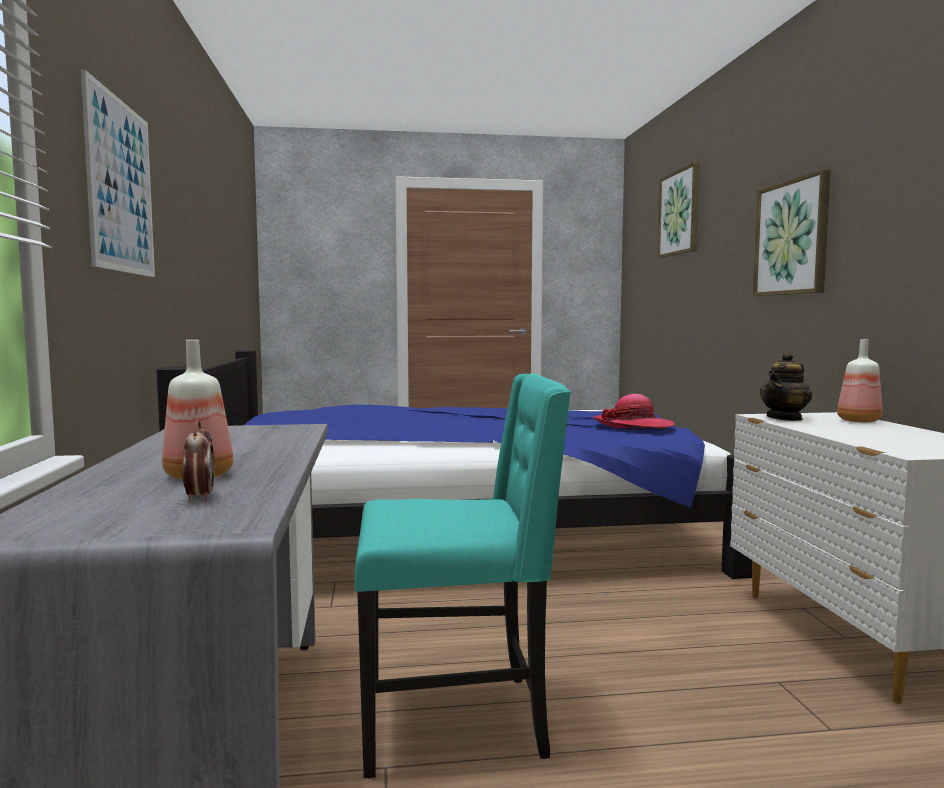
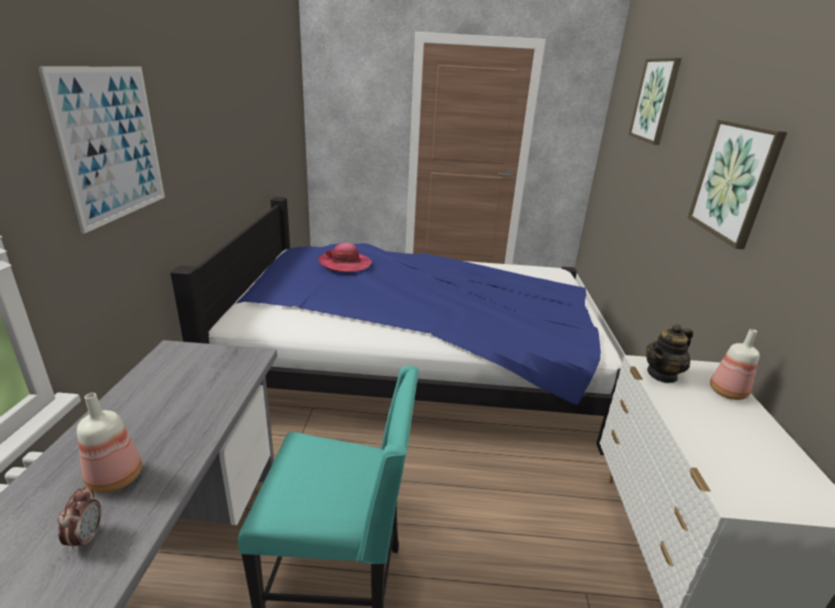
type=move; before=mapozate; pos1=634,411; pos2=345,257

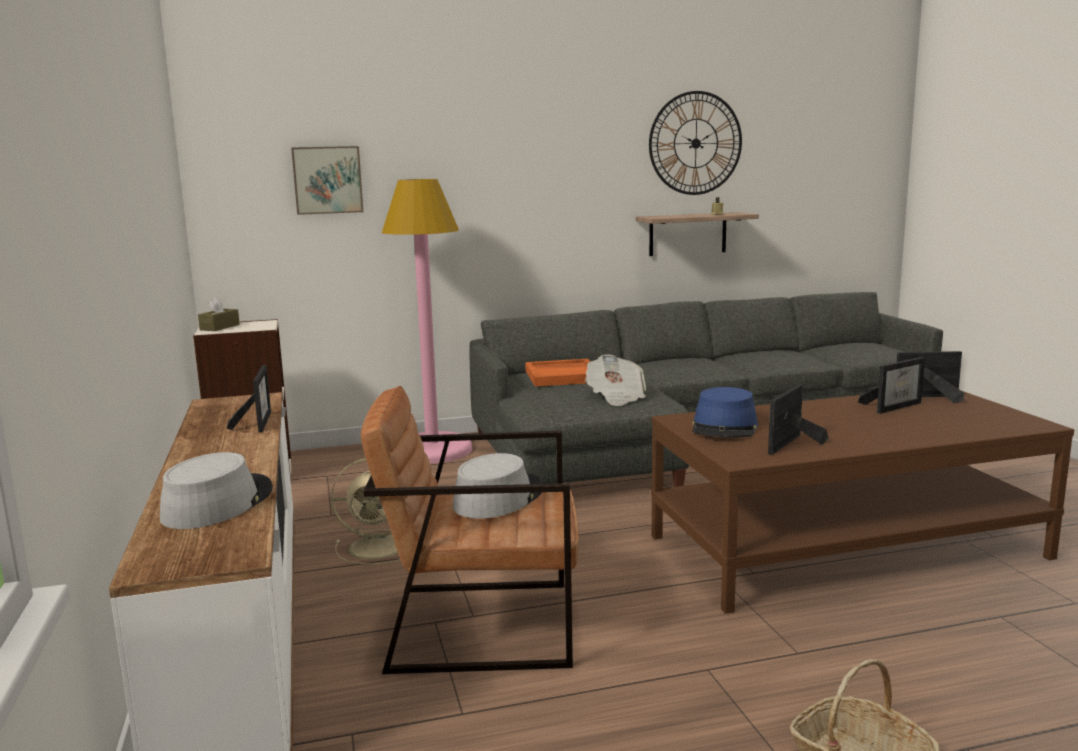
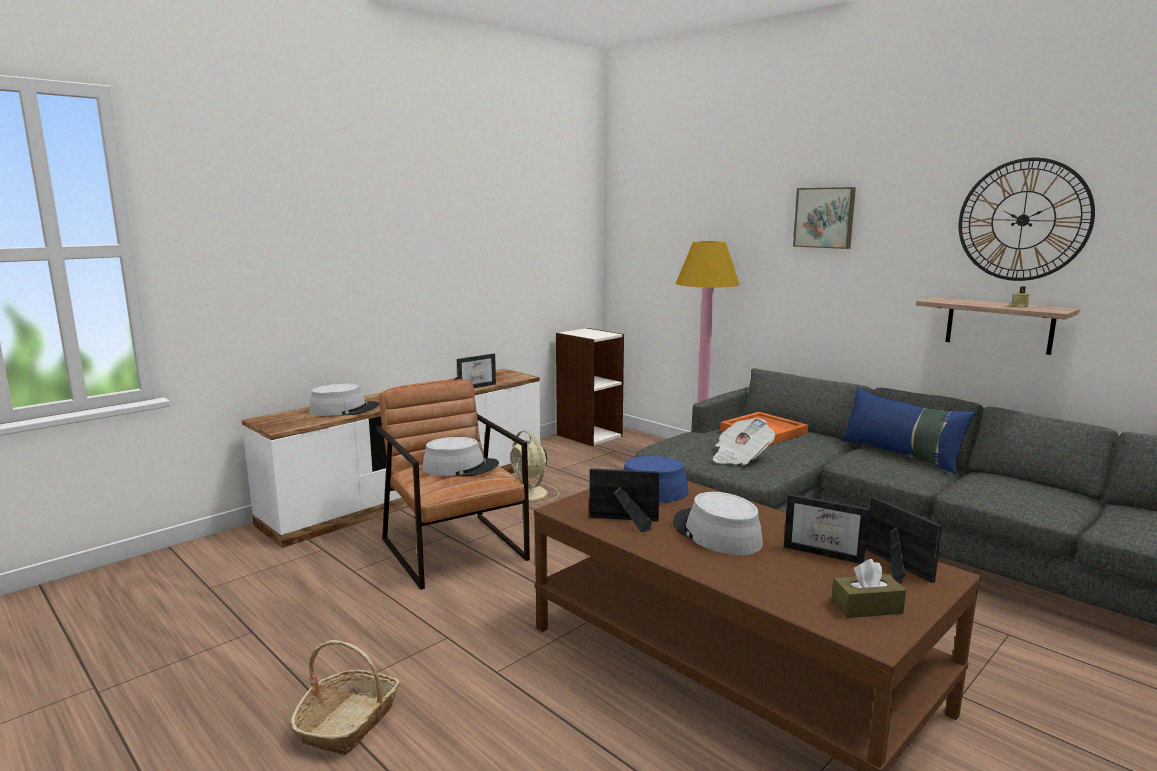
type=insert; after=grey mapozate; pos2=718,523
type=move; before=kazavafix; pos1=327,180; pos2=824,218
type=move; before=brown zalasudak; pos1=219,313; pos2=868,588
type=insert; after=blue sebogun; pos2=908,430

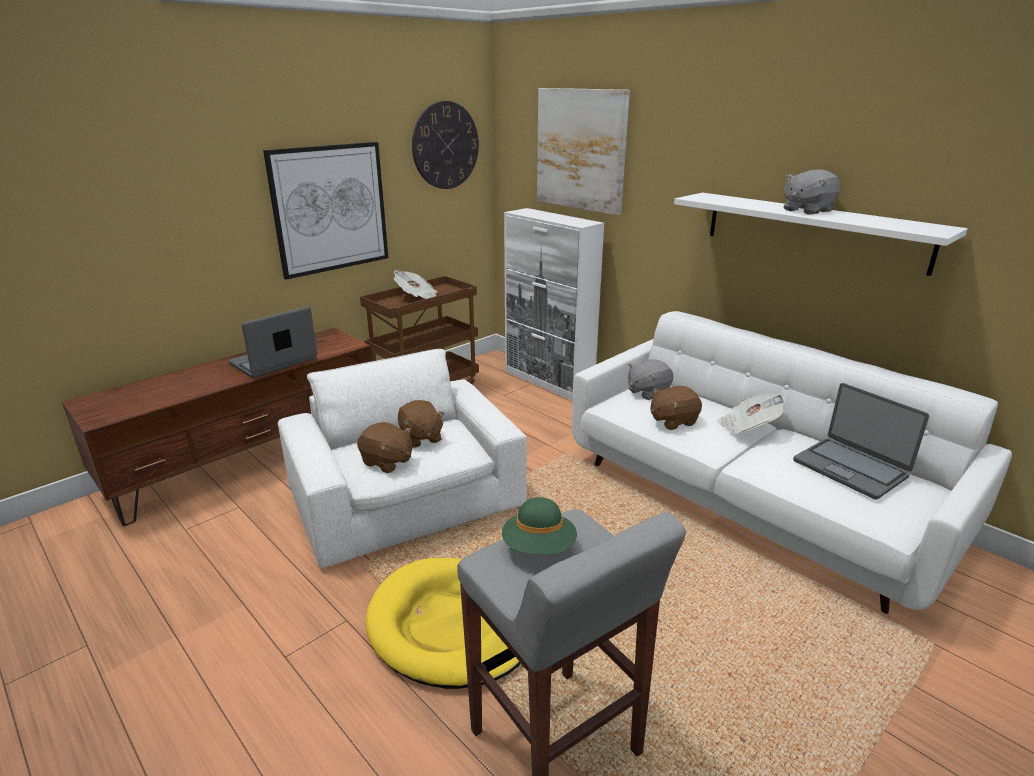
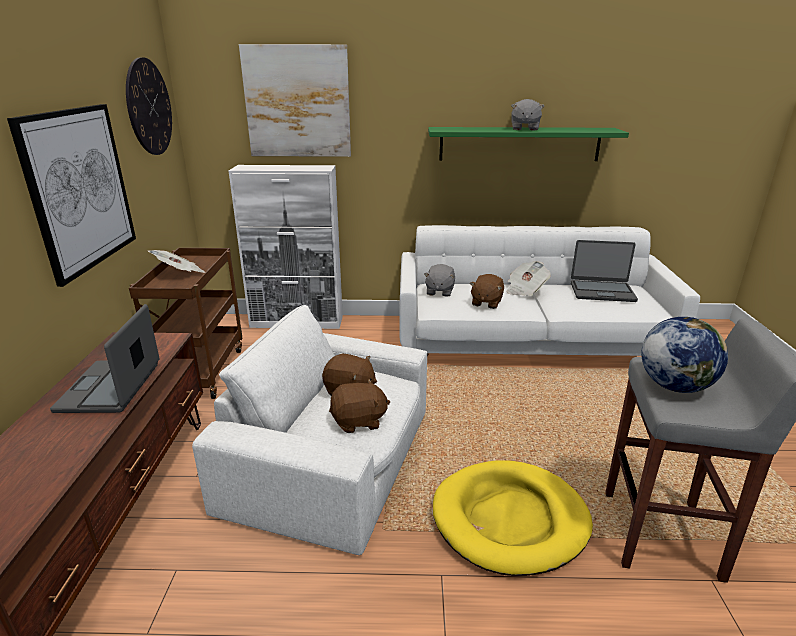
type=recolor; before=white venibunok; after=green venibunok; pos1=821,234; pos2=528,144
type=replace; before=green mapozate; after=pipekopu; pos1=539,526; pos2=684,355

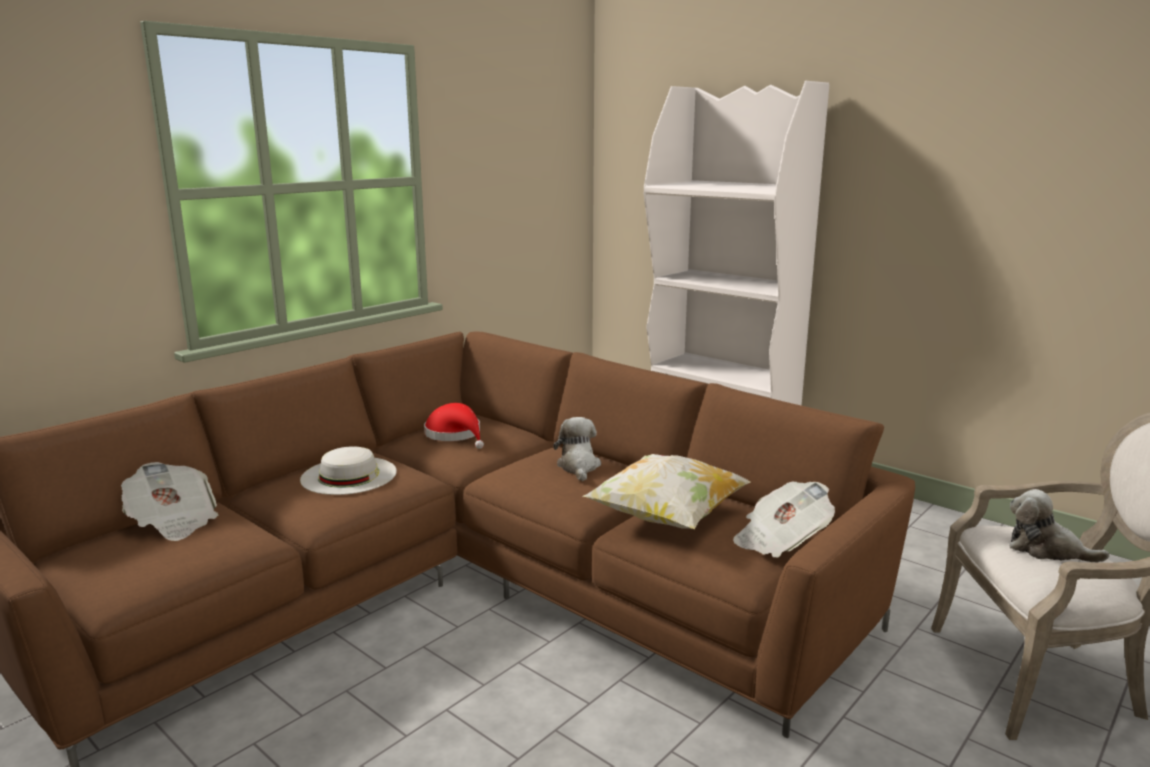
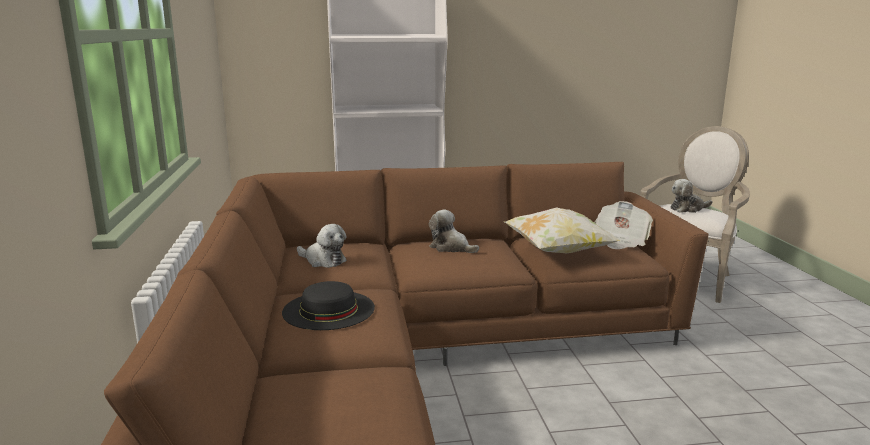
type=recolor; before=white mapozate; after=black mapozate; pos1=348,470; pos2=328,305
type=replace; before=red mapozate; after=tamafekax; pos1=454,426; pos2=322,246
type=delete; before=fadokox; pos1=169,501

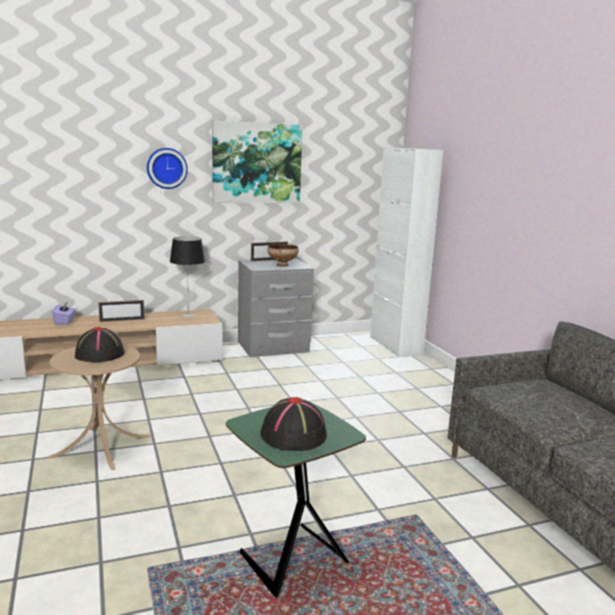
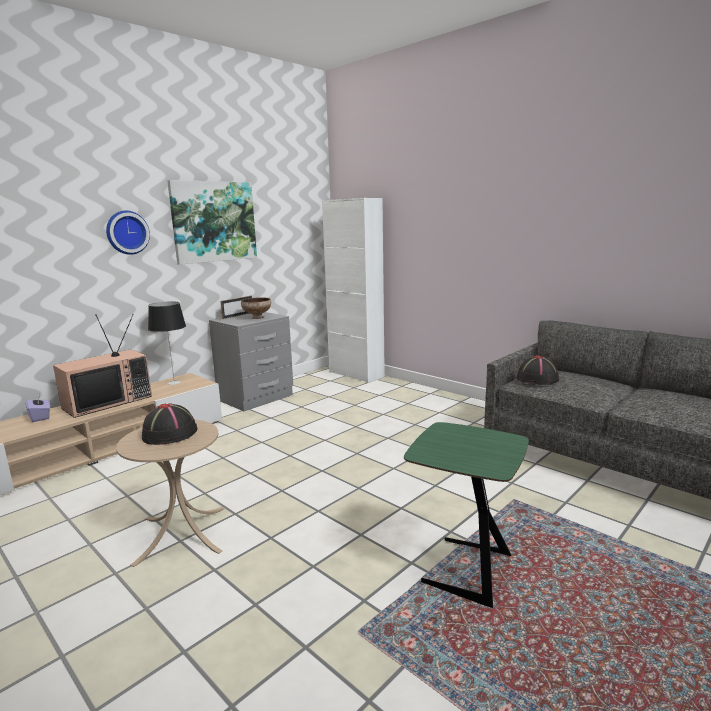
type=replace; before=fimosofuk; after=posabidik; pos1=121,311; pos2=102,366
type=move; before=black mapozate; pos1=293,424; pos2=538,370

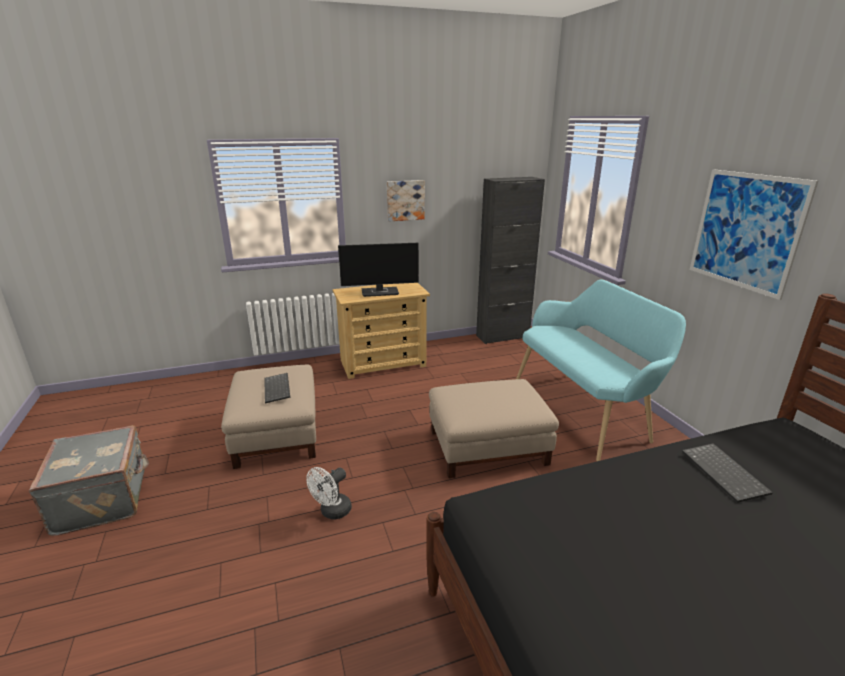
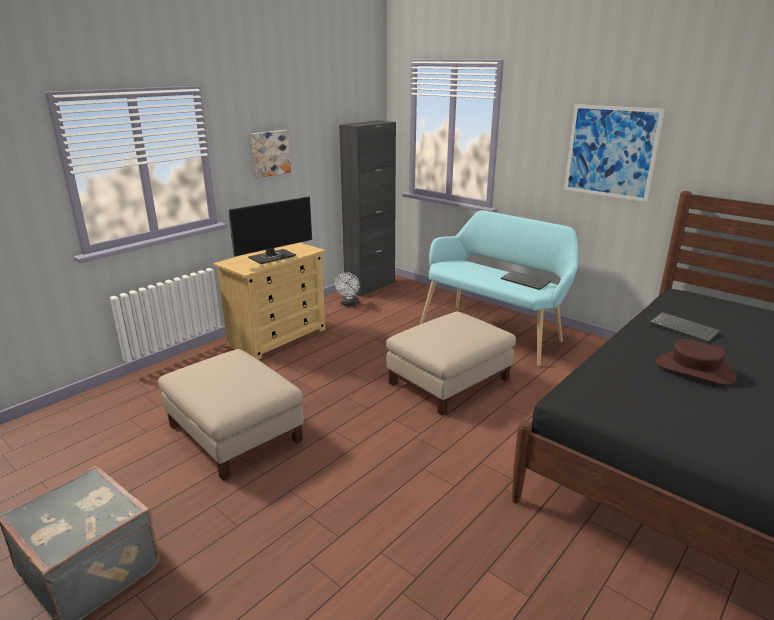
type=move; before=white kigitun; pos1=329,493; pos2=347,289
type=move; before=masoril; pos1=277,388; pos2=526,280
type=insert; after=brown mapozate; pos2=696,362

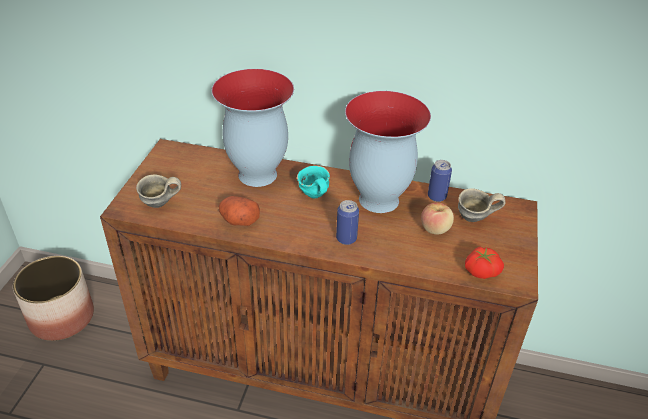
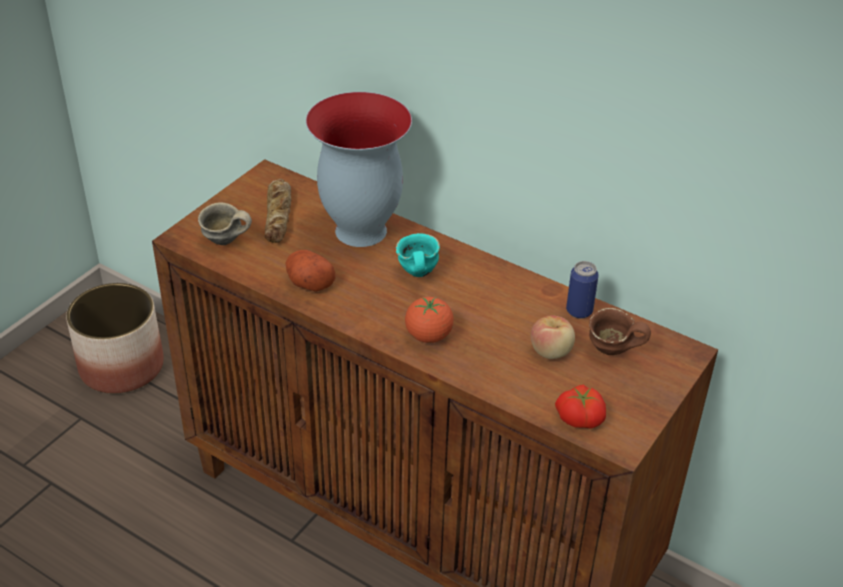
type=insert; after=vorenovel; pos2=278,211
type=replace; before=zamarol; after=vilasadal; pos1=347,222; pos2=429,320
type=recolor; before=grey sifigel; after=brown sifigel; pos1=482,205; pos2=620,331
type=delete; before=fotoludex; pos1=388,152

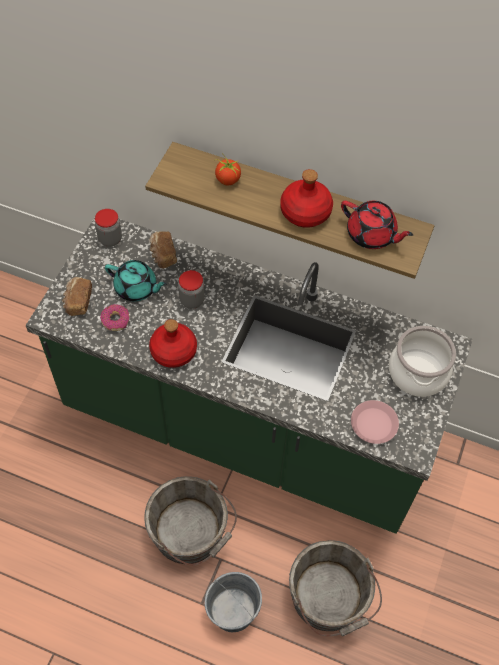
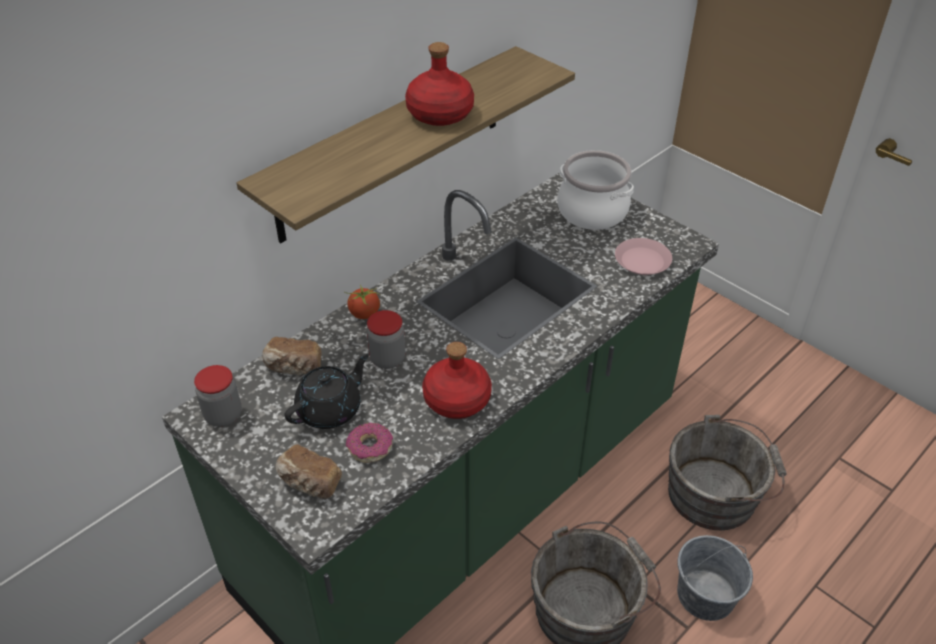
type=recolor; before=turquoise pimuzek; after=black pimuzek; pos1=136,280; pos2=326,391
type=move; before=vilasadal; pos1=228,169; pos2=362,302
type=delete; before=red pimuzek; pos1=377,225

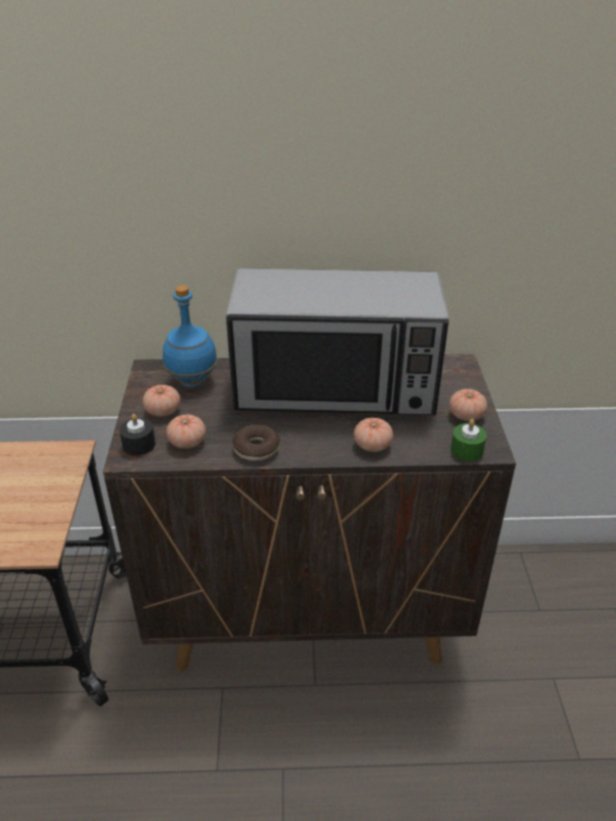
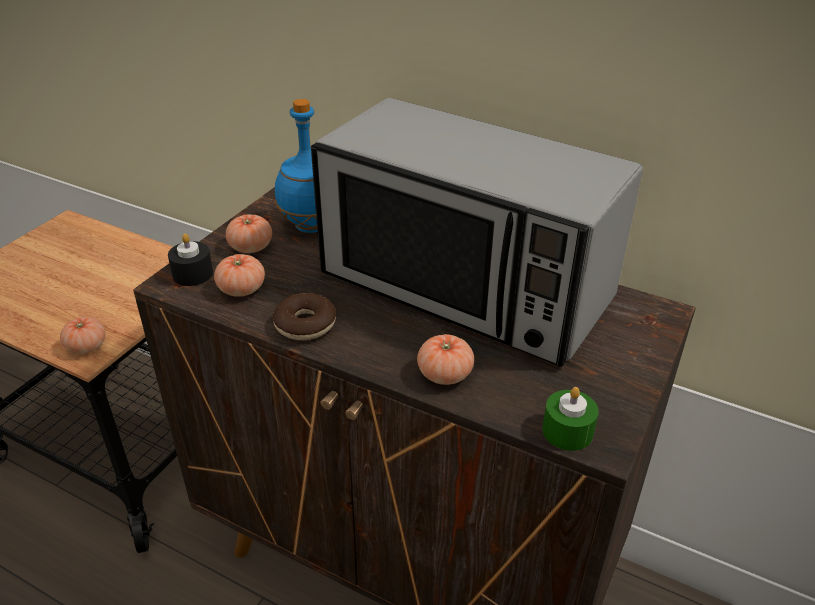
type=move; before=vilasadal; pos1=468,405; pos2=83,335

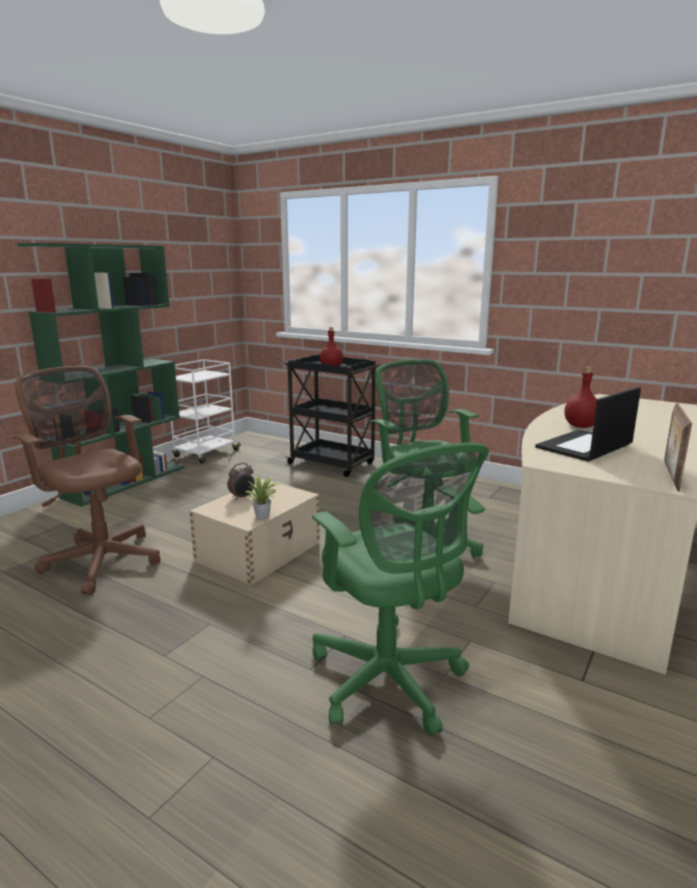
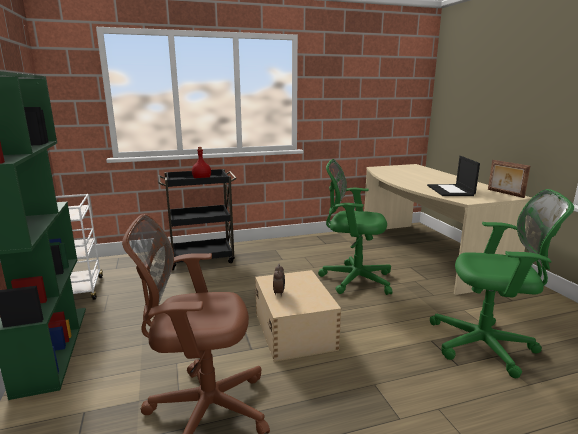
type=delete; before=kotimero; pos1=262,497
type=delete; before=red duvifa; pos1=580,397

